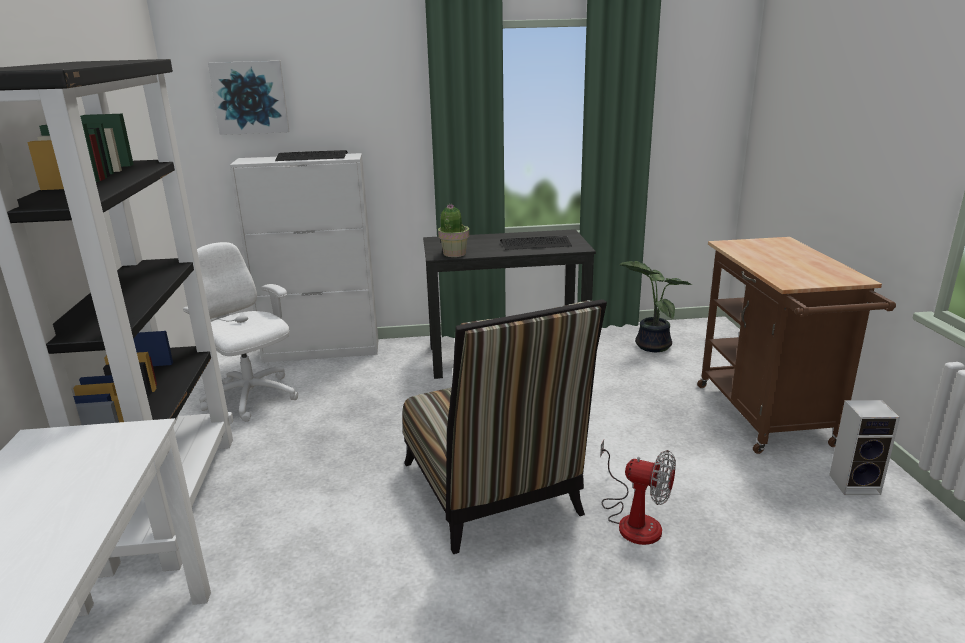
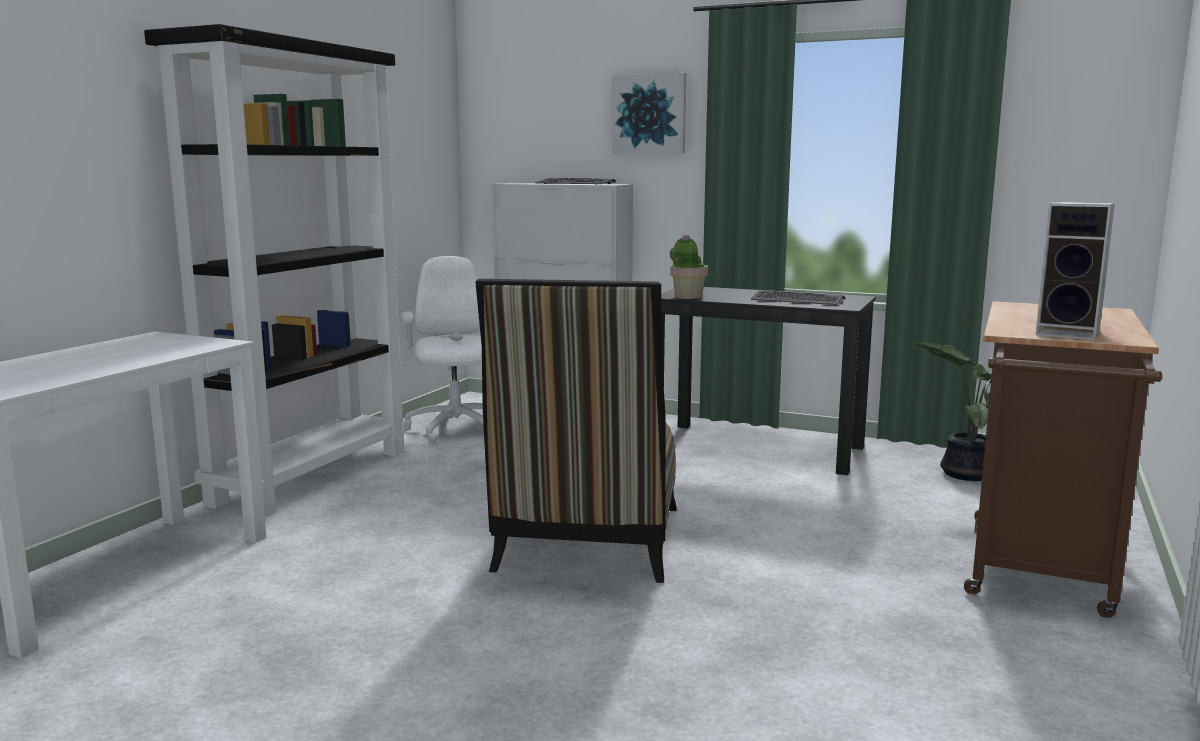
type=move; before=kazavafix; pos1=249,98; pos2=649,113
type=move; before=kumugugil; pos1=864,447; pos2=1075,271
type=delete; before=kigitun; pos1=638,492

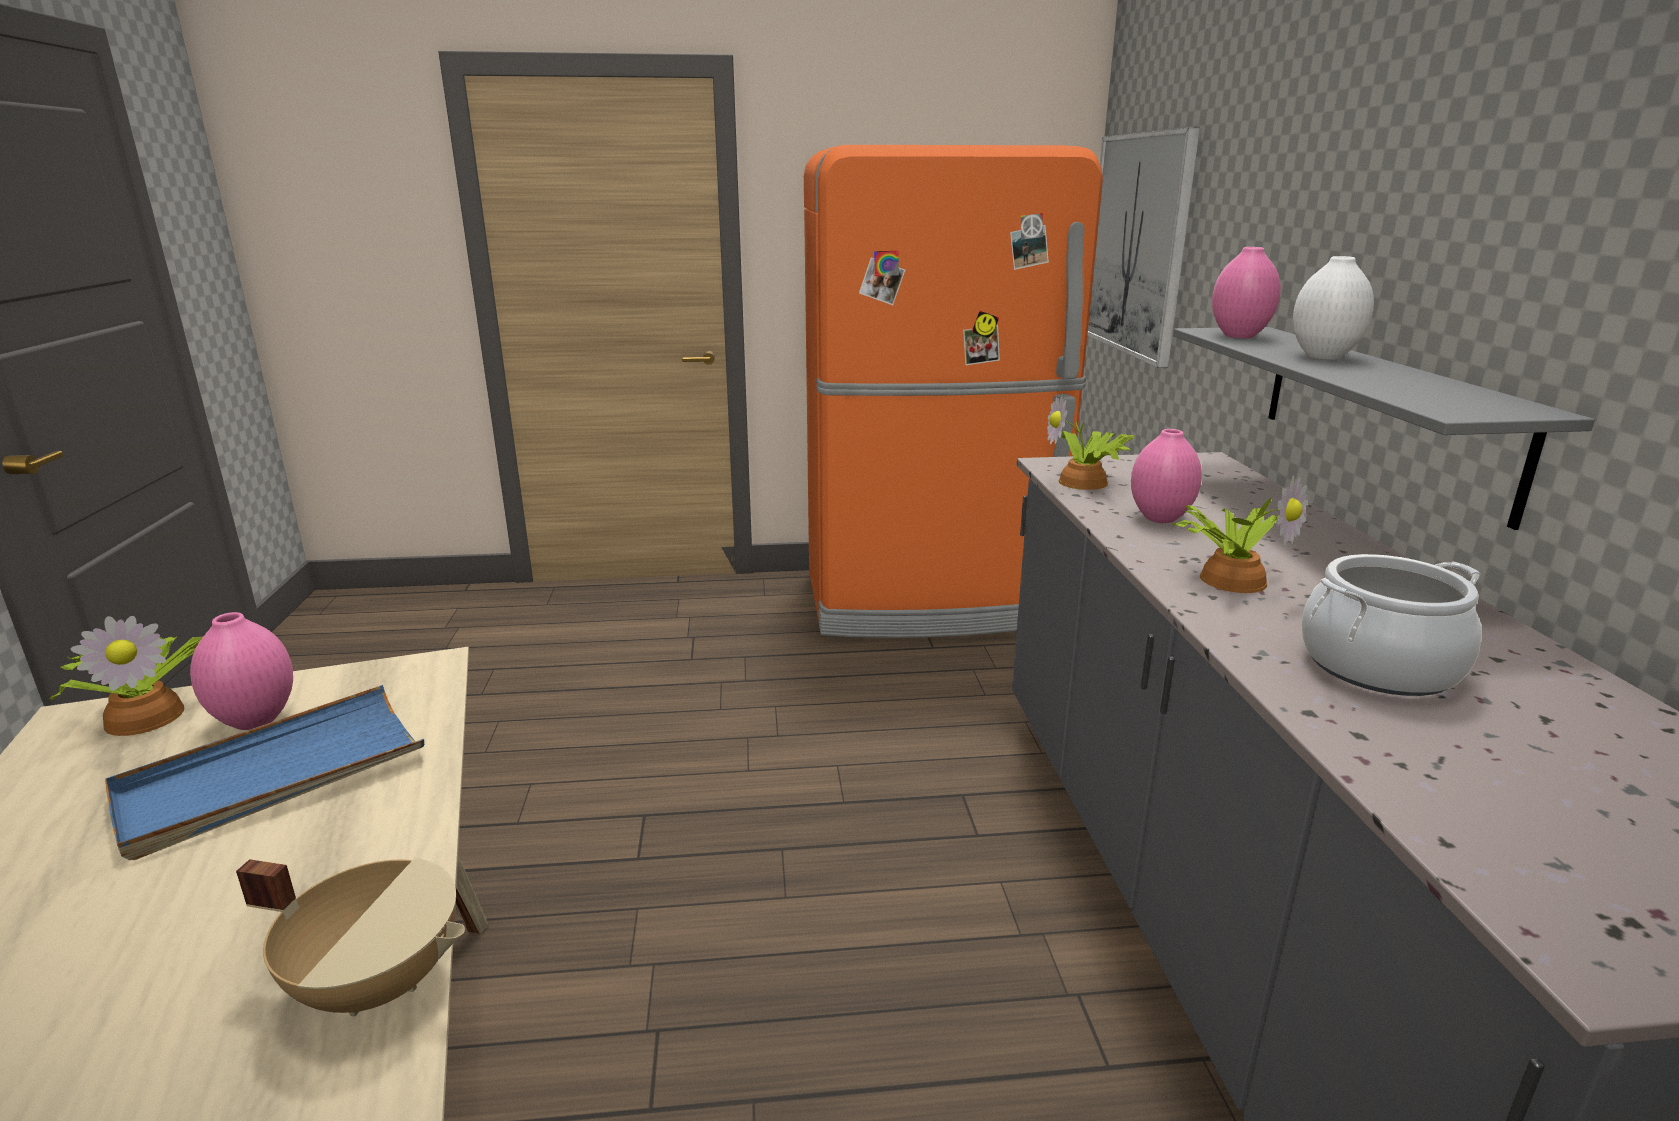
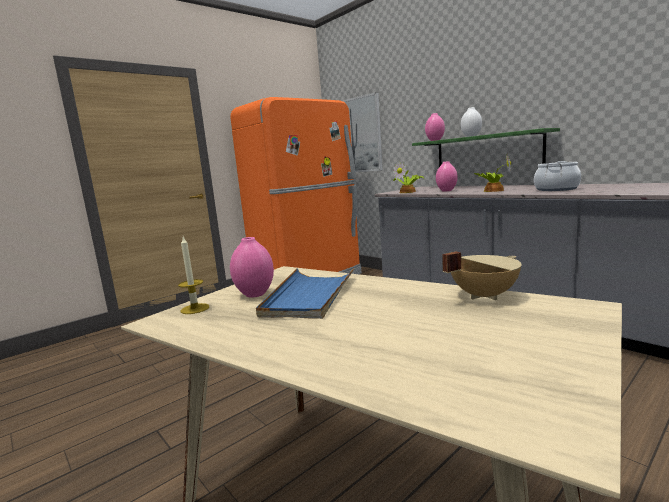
type=replace; before=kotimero; after=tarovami; pos1=126,676; pos2=193,275
type=recolor; before=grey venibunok; after=green venibunok; pos1=1384,428; pos2=486,147

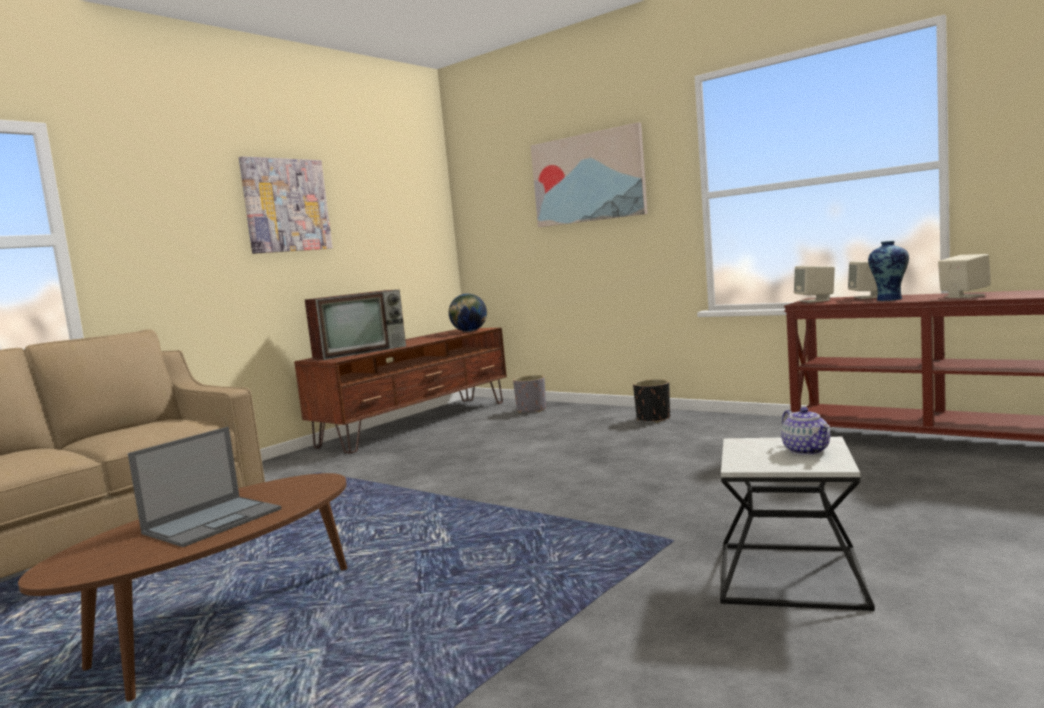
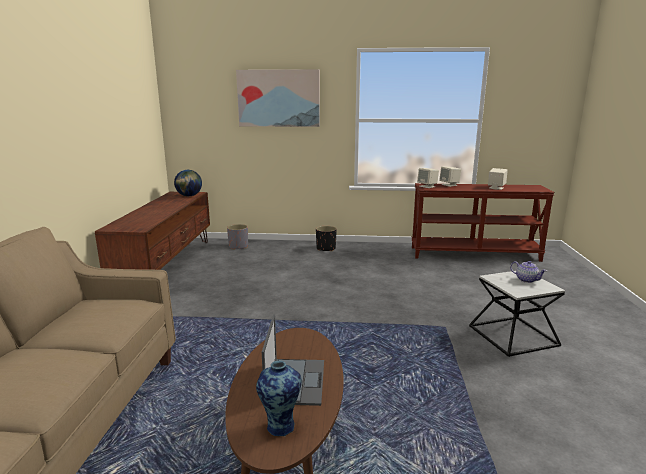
type=move; before=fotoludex; pos1=888,271; pos2=279,398
type=delete; before=kazavafix; pos1=286,205
type=delete; before=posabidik; pos1=355,325

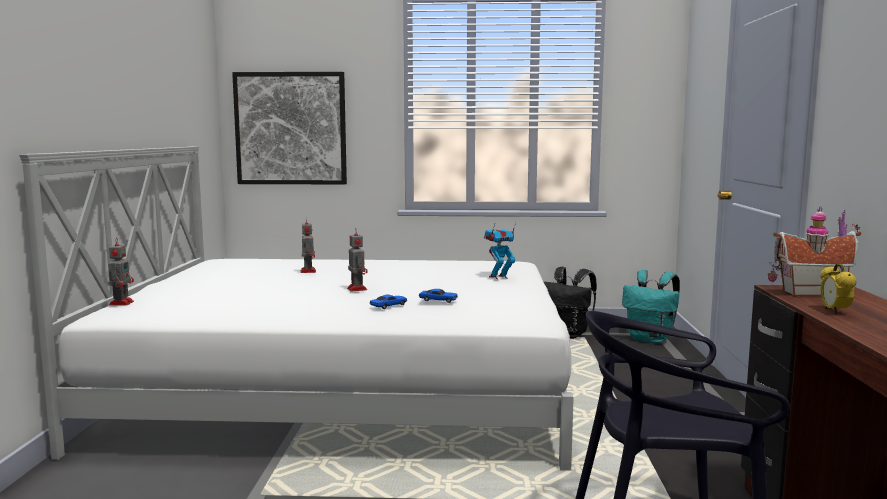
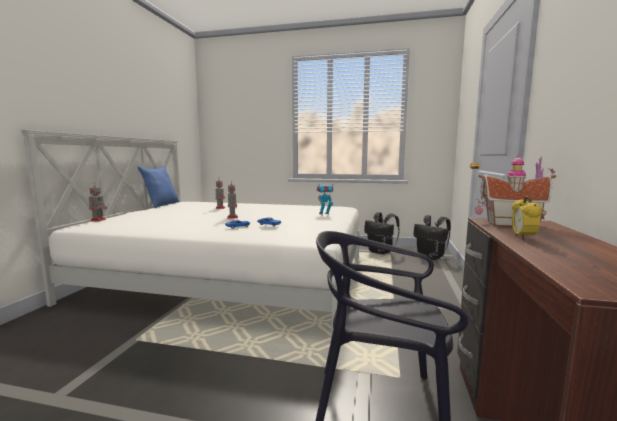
type=insert; after=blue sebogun; pos2=158,187
type=recolor; before=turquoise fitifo; after=black fitifo; pos1=651,307; pos2=432,237
type=delete; before=kazavafix; pos1=289,128

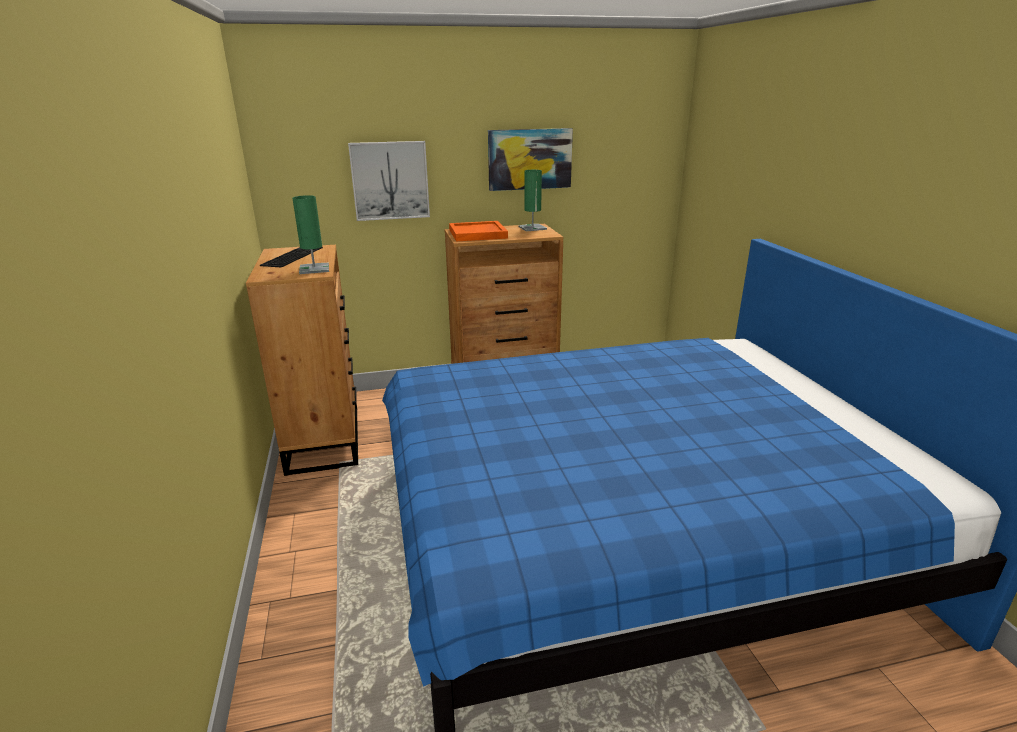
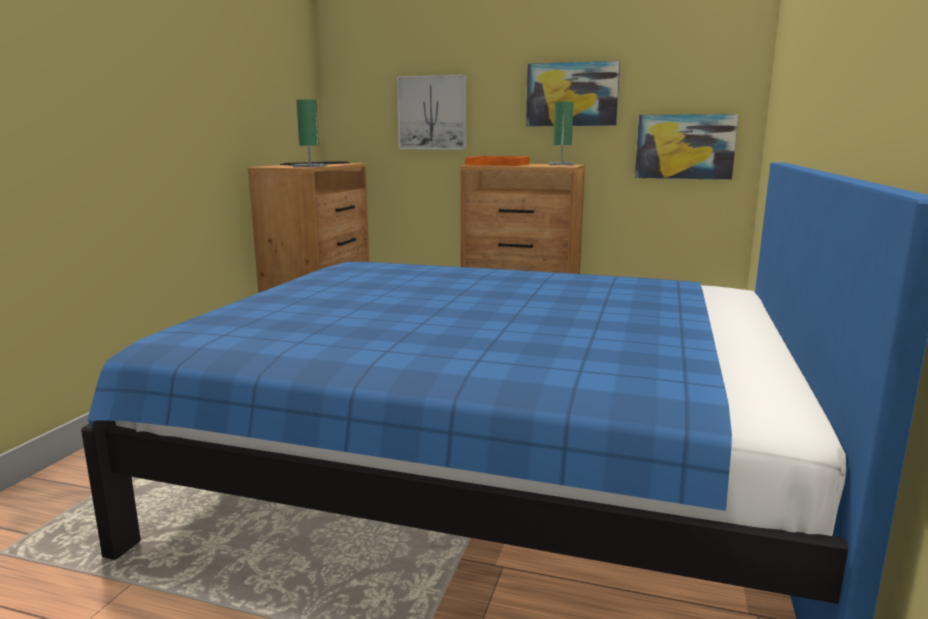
type=insert; after=kazavafix; pos2=687,147

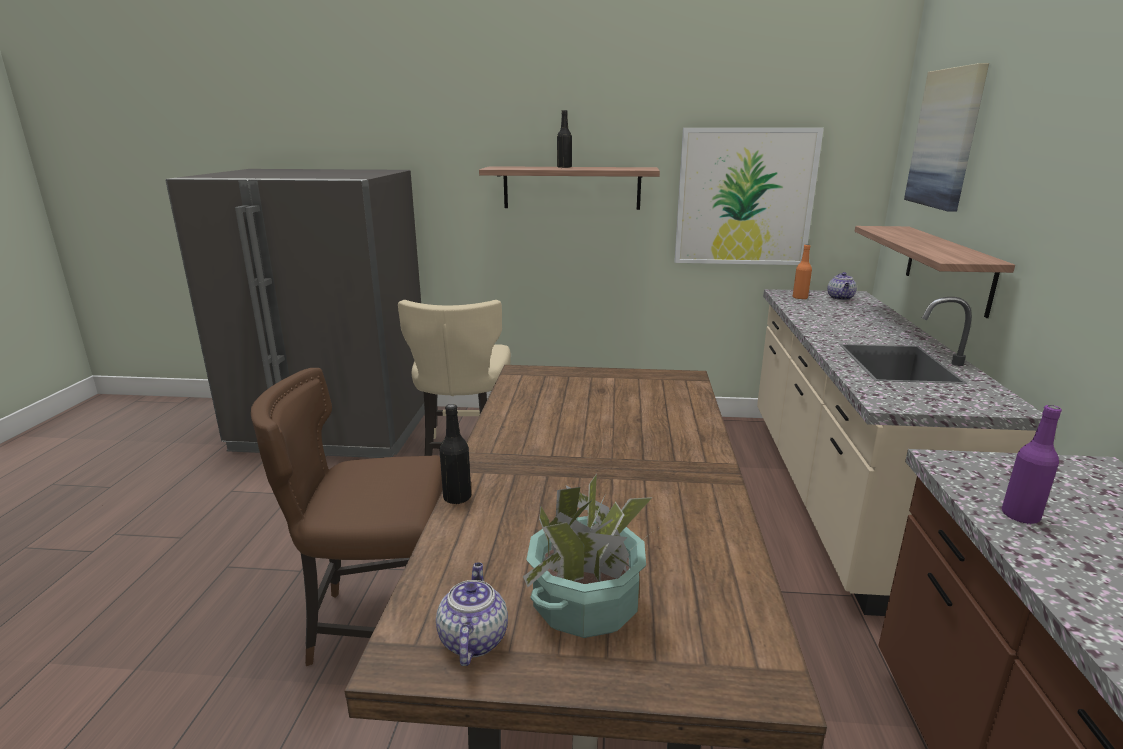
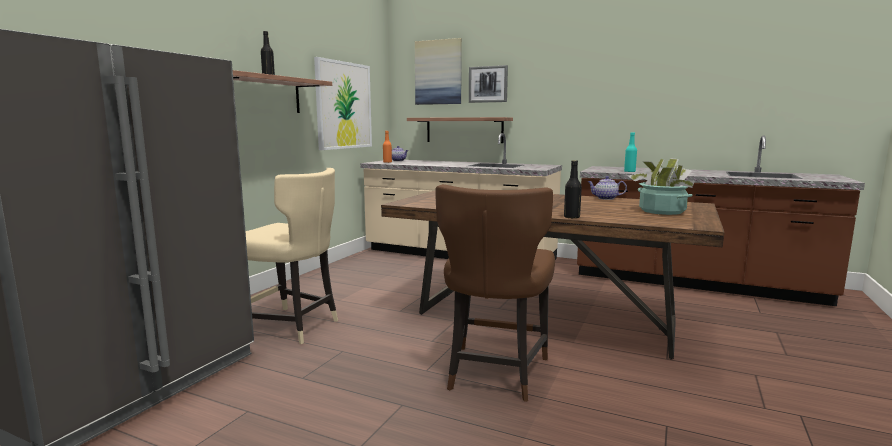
type=insert; after=kazavafix; pos2=488,84
type=move; before=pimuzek; pos1=472,614; pos2=607,188
type=recolor; before=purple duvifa; after=turquoise duvifa; pos1=1032,464; pos2=630,152

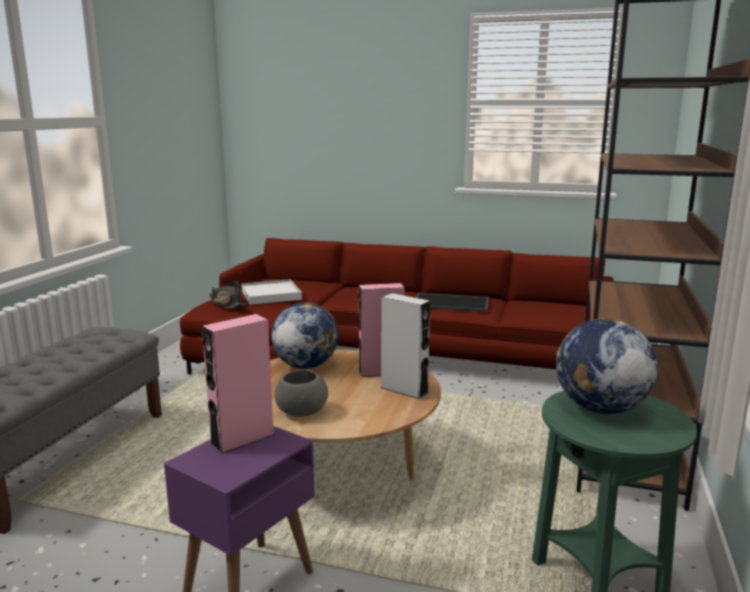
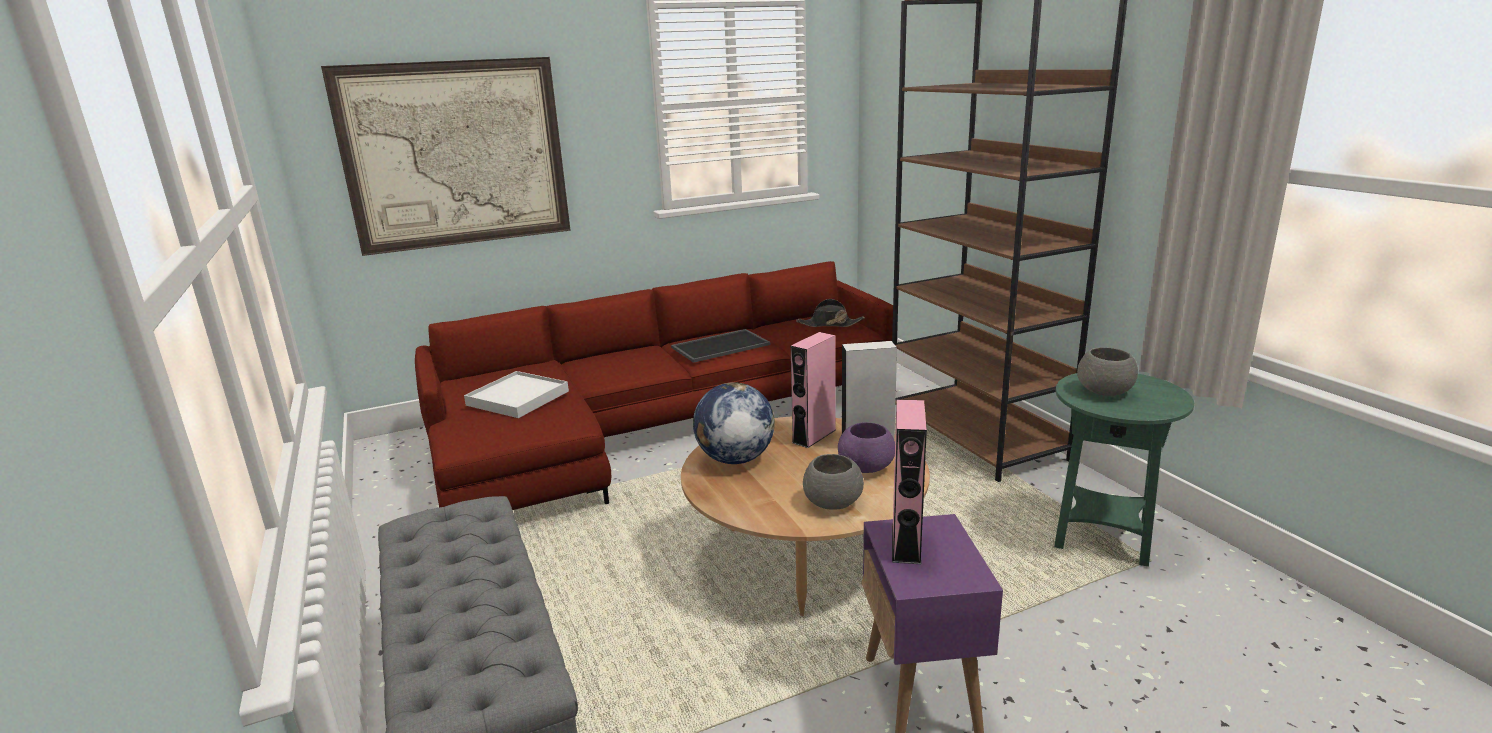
type=insert; after=kazavafix; pos2=446,156
type=move; before=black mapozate; pos1=228,295; pos2=830,313
type=insert; after=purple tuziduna; pos2=866,447
type=replace; before=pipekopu; after=grey tuziduna; pos1=606,366; pos2=1107,371

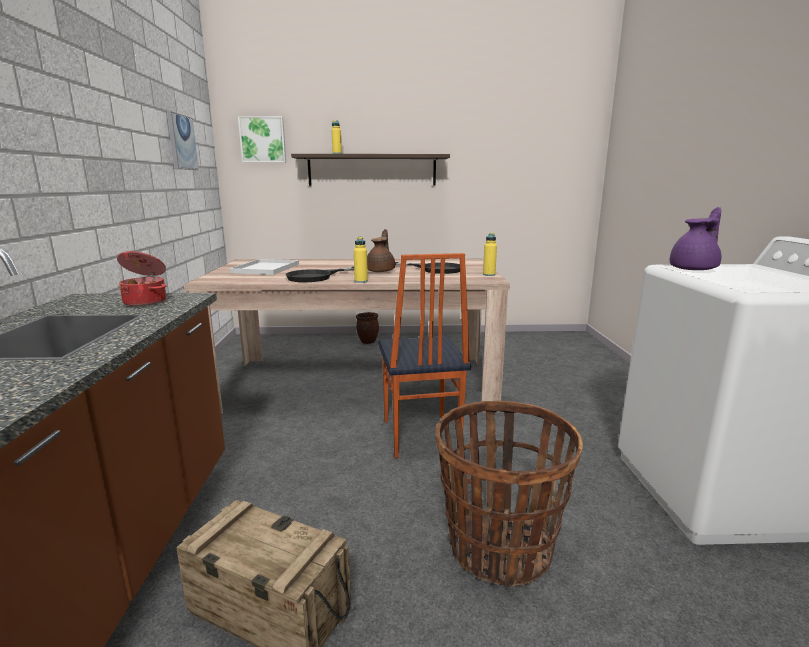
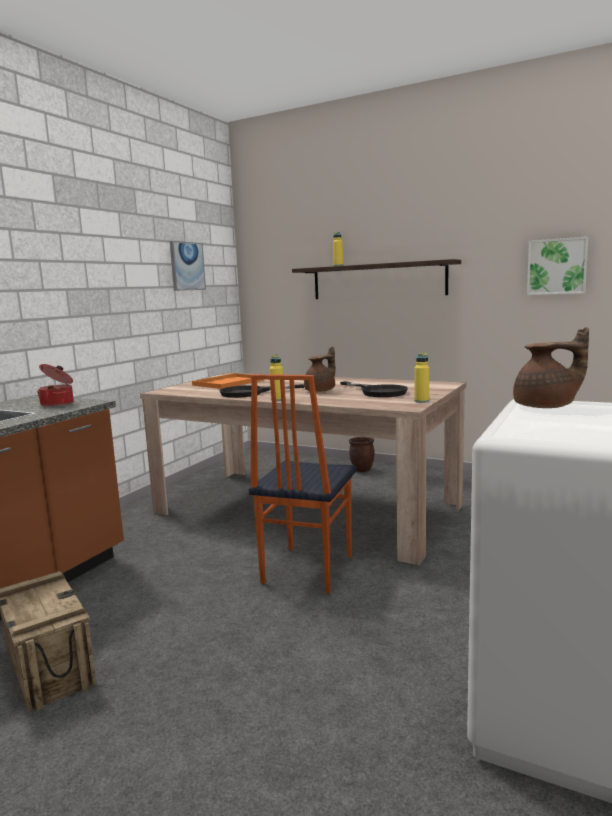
type=recolor; before=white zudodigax; after=orange zudodigax; pos1=264,267; pos2=227,381
type=recolor; before=purple pimuzek; after=brown pimuzek; pos1=696,238; pos2=551,367
type=move; before=kazavafix; pos1=262,139; pos2=557,266
type=delete; before=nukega; pos1=509,494

